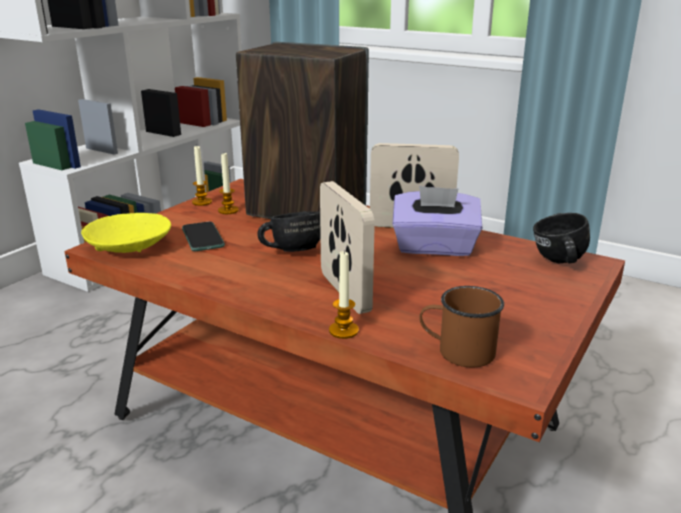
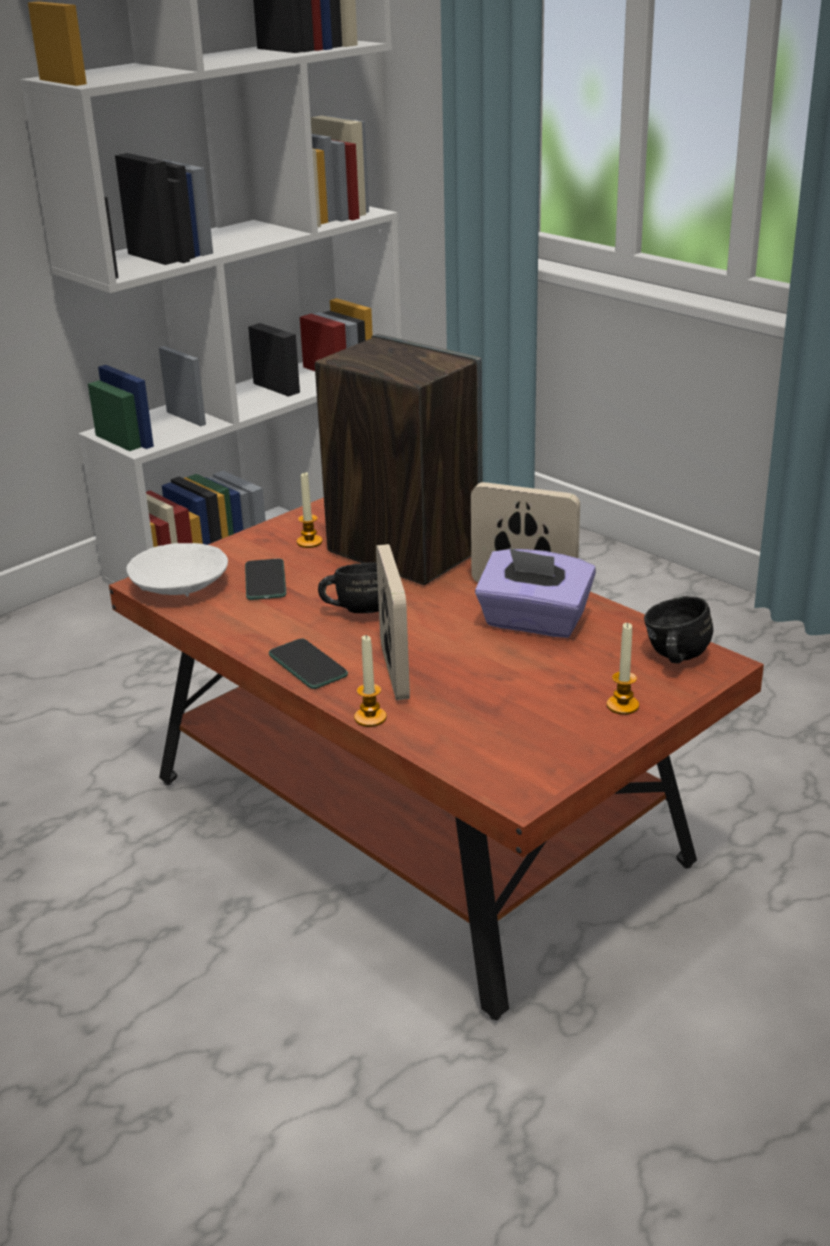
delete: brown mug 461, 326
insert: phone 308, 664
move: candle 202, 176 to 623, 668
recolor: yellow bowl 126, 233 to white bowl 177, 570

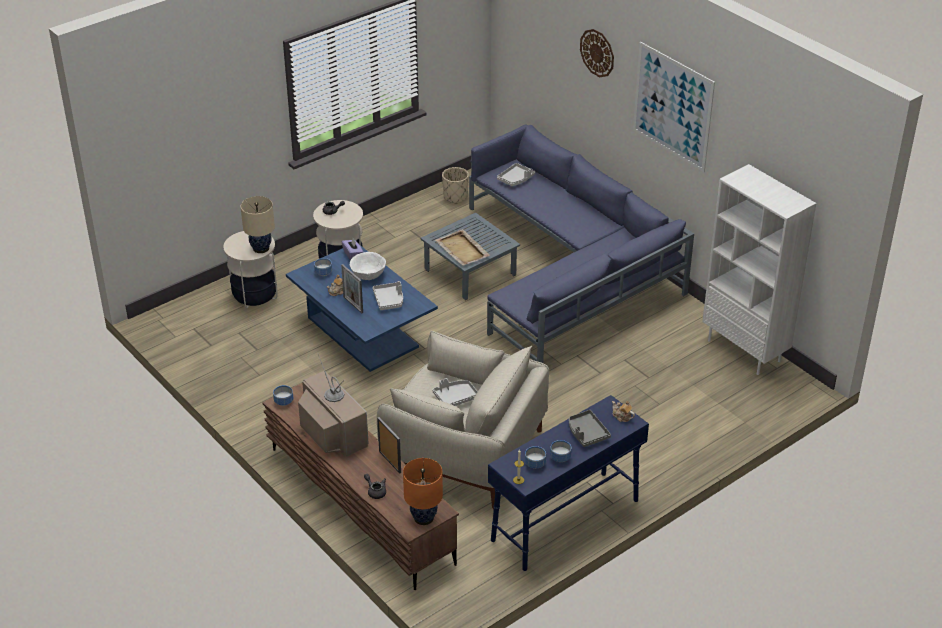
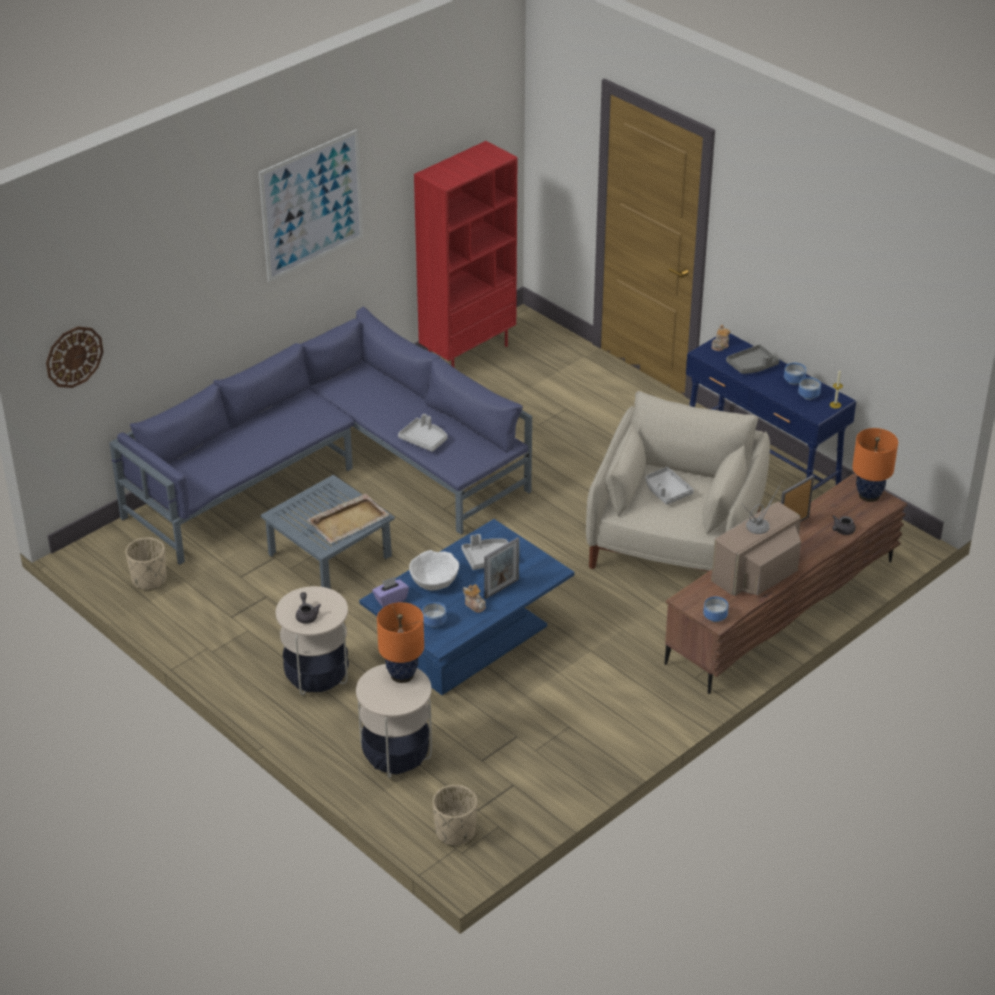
insert: beige planter 455, 815
move: wall clock 597, 53 to 75, 357; grey tray 516, 174 to 423, 433
recolor: beige table lamp 258, 224 to orange table lamp 400, 642; white bookcase 759, 269 to red bookcase 465, 254

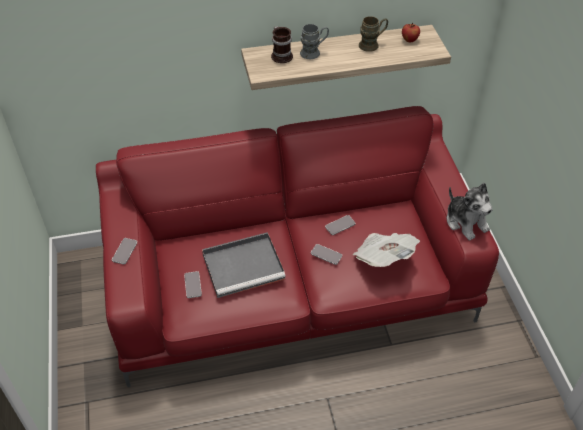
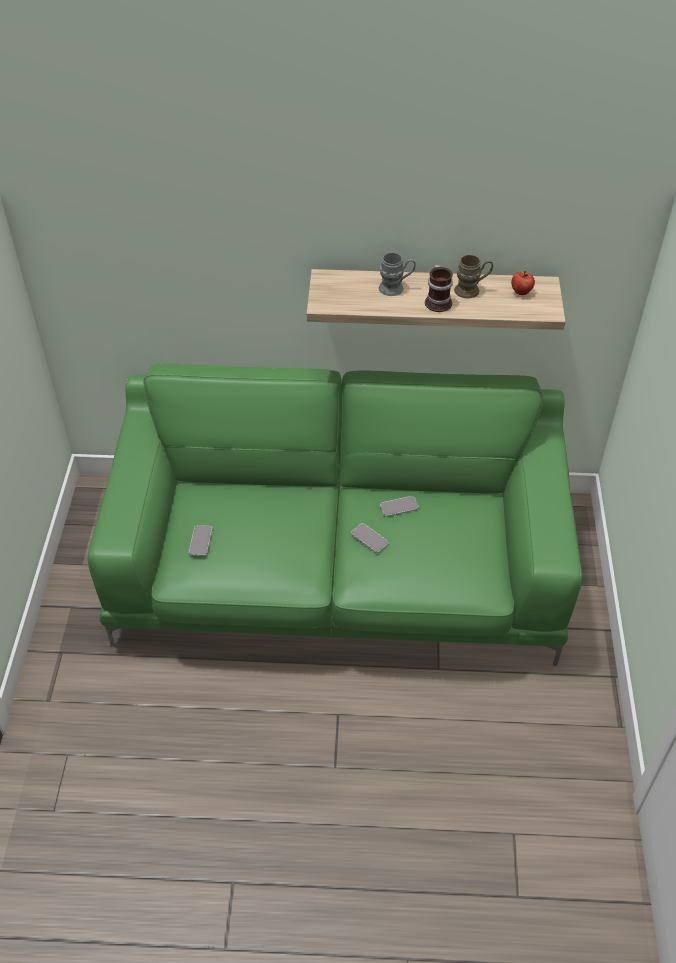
delete: phone 124, 251; grey tray 244, 265; newspaper 386, 250; plush toy 469, 212
move: mug 282, 44 to 439, 288
recolor: red sofa 297, 246 to green sofa 335, 514

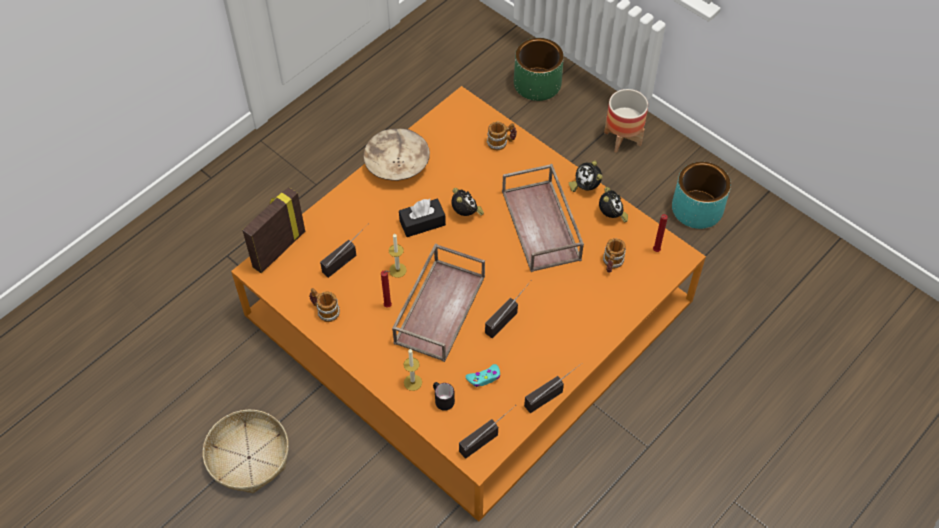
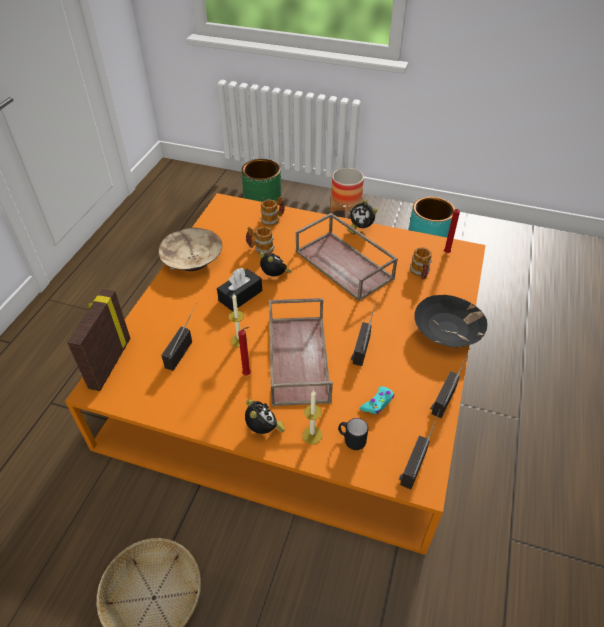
insert: black bowl 451, 321
move: alarm clock 613, 205 to 265, 416; mug 324, 305 to 260, 240

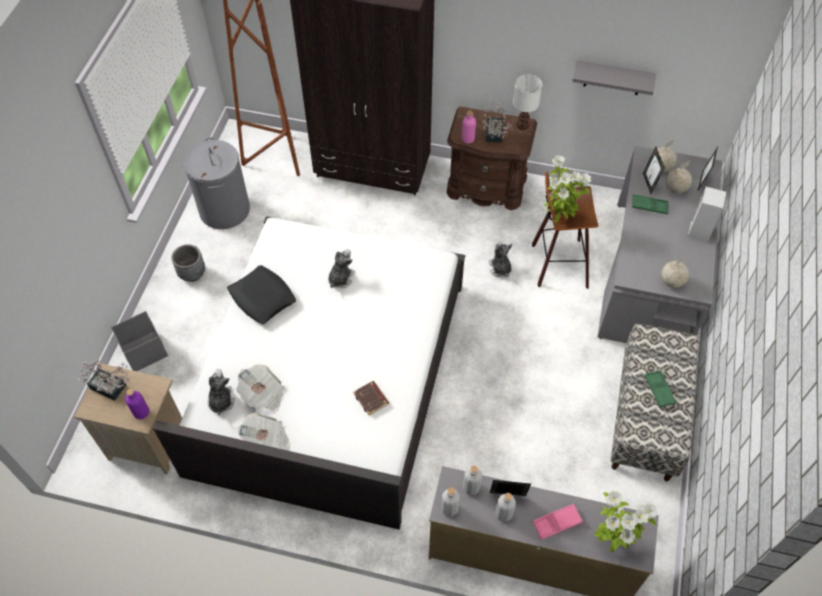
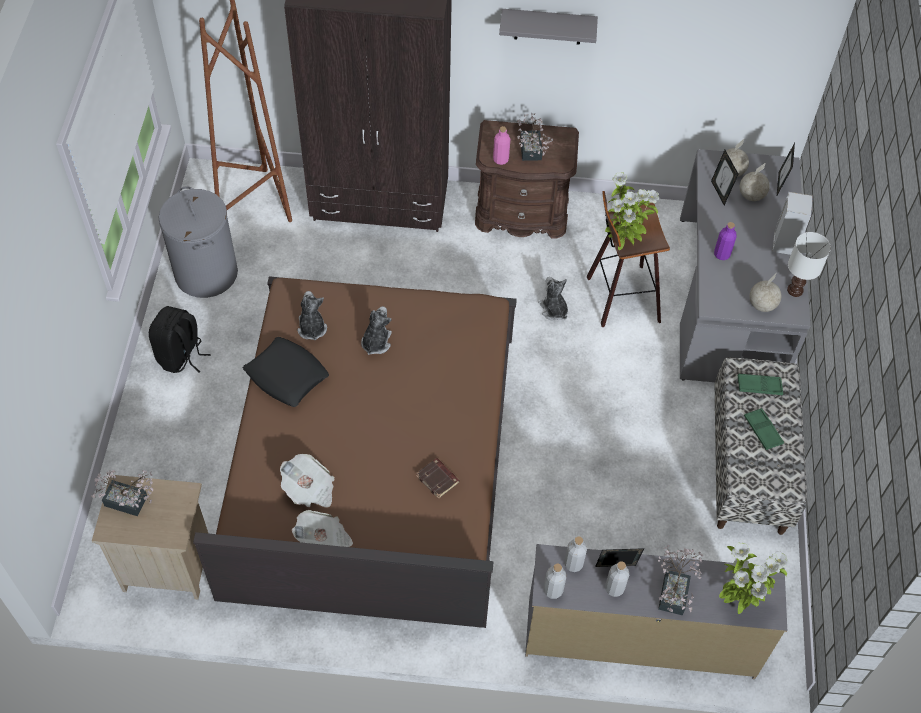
delete: grey storage box 139, 341
move: plush toy 221, 392 to 312, 316; grey shelf 614, 77 to 548, 27; purple bottle 137, 404 to 725, 241; green tray 650, 204 to 760, 384; white table lamp 527, 102 to 809, 264
replace: grey planter 188, 263 to black backpack 180, 339; pink tray 558, 522 to potted plant 680, 580
recolor: white bed 308, 373 to brown bed 355, 452

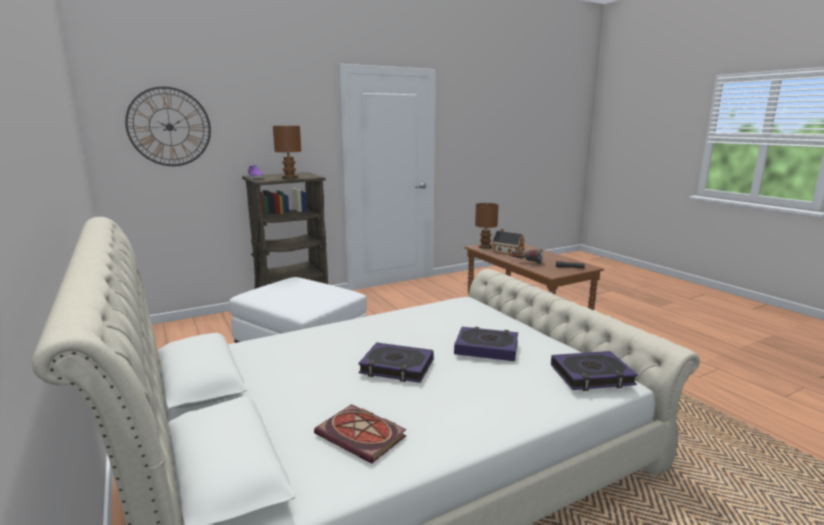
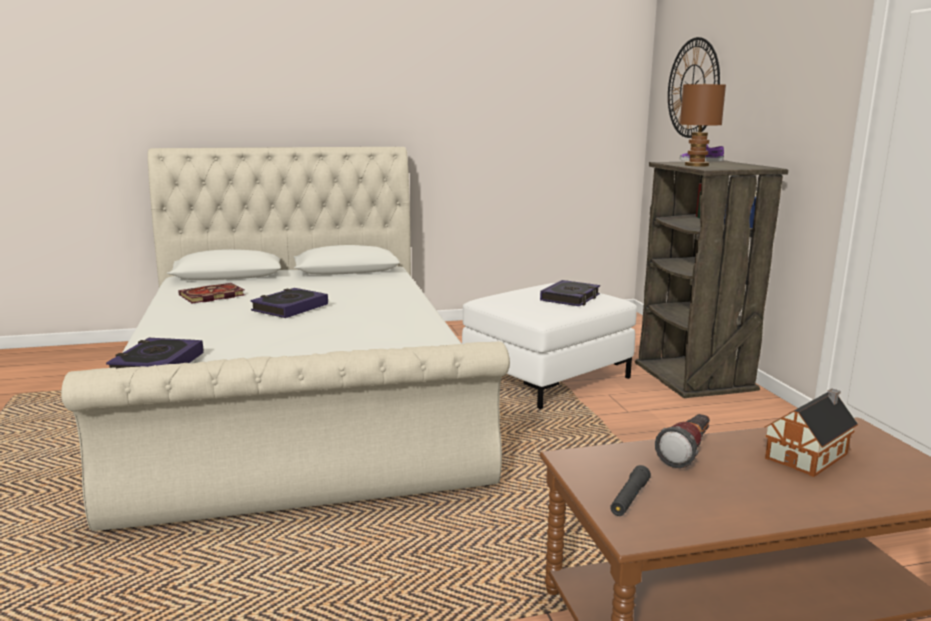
delete: brown table lamp 487, 226
move: book 486, 344 to 570, 293

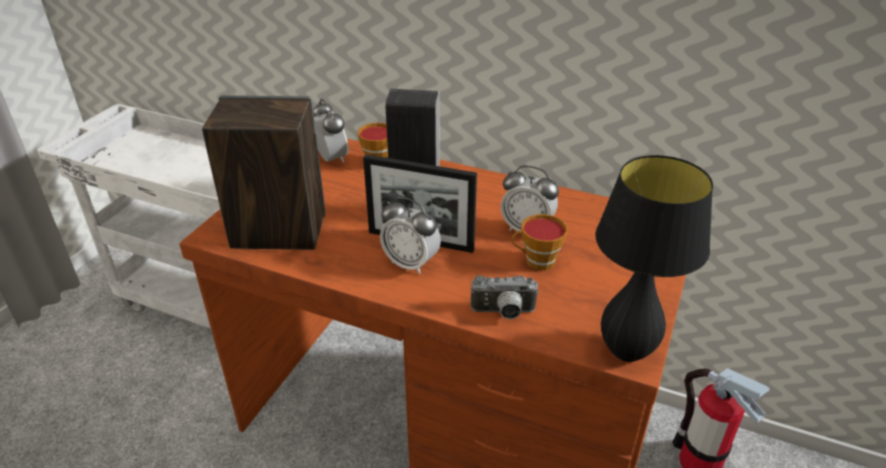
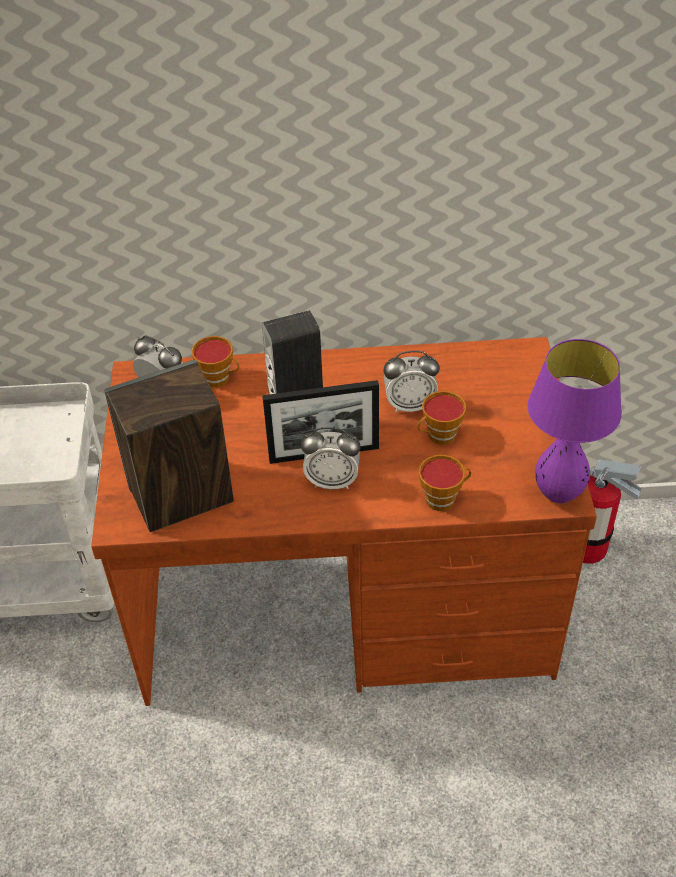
replace: photo camera 504, 297 to cup 445, 483
recolor: black table lamp 654, 258 to purple table lamp 574, 421

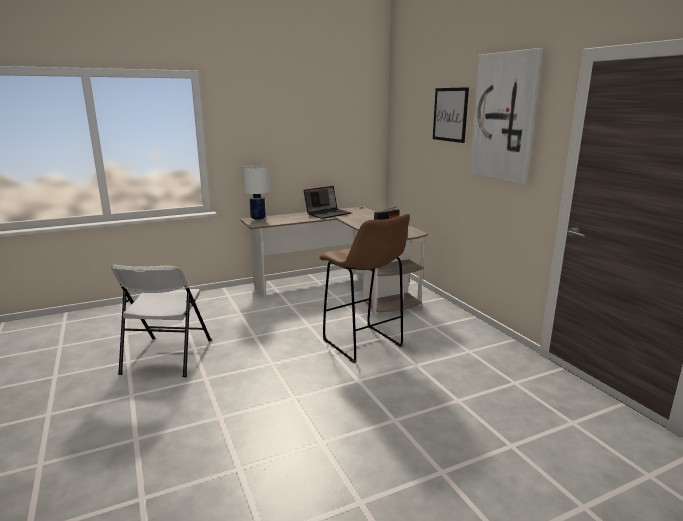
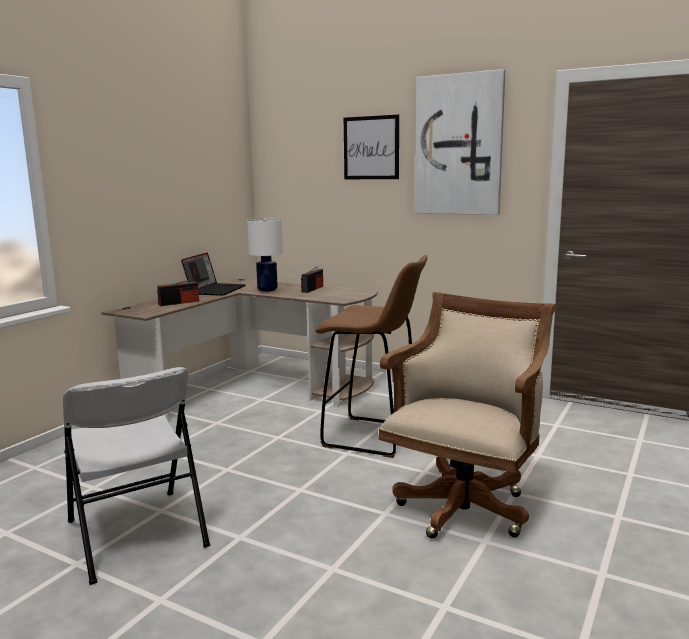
insert: radio 178, 292; office chair 468, 415
move: white table lamp 255, 192 to 265, 255

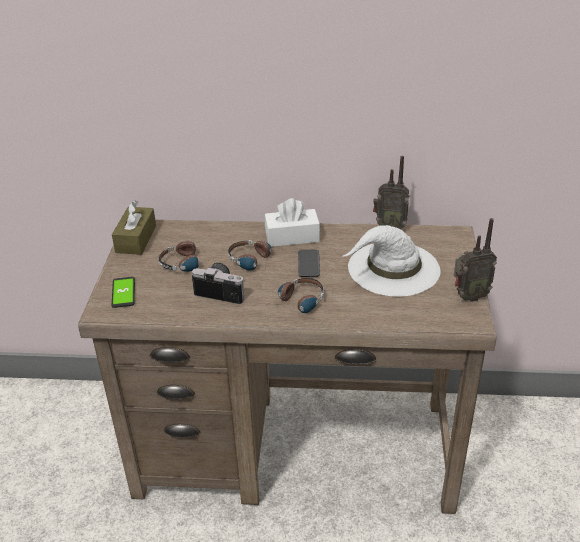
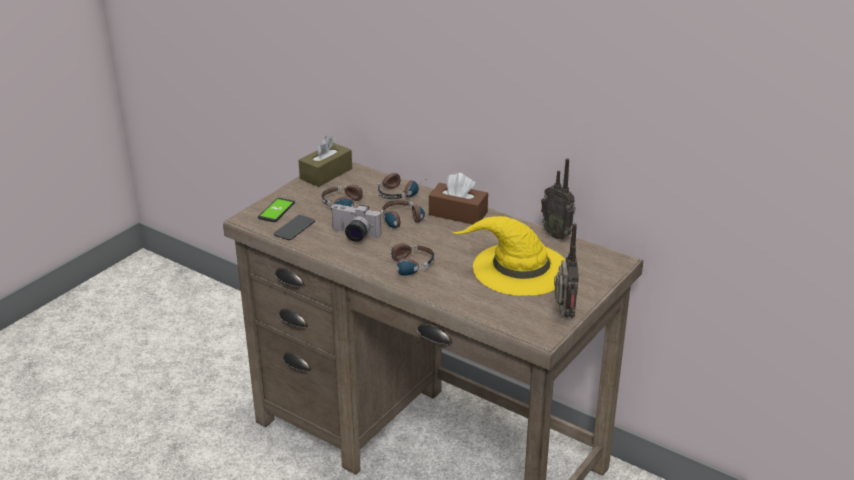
insert: headphones 401, 186
move: phone 309, 263 to 294, 227
recolor: white tissue box 292, 222 to brown tissue box 458, 198; white hat 392, 261 to yellow hat 509, 256
rotate: photo camera 218, 283 = 355, 223 150 degrees clockwise; radio 475, 260 = 566, 270 105 degrees counterclockwise

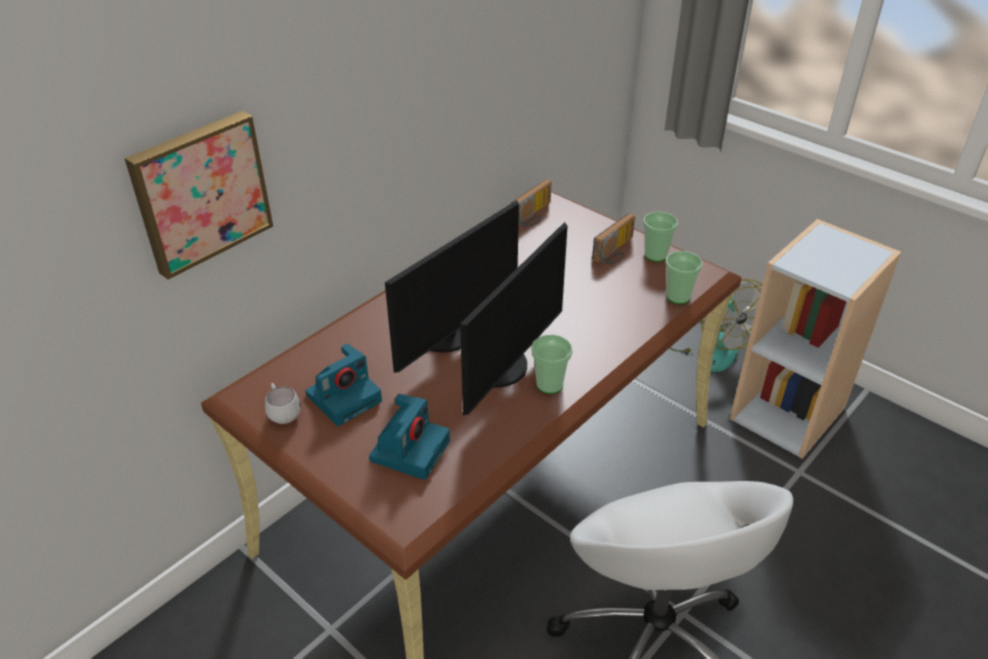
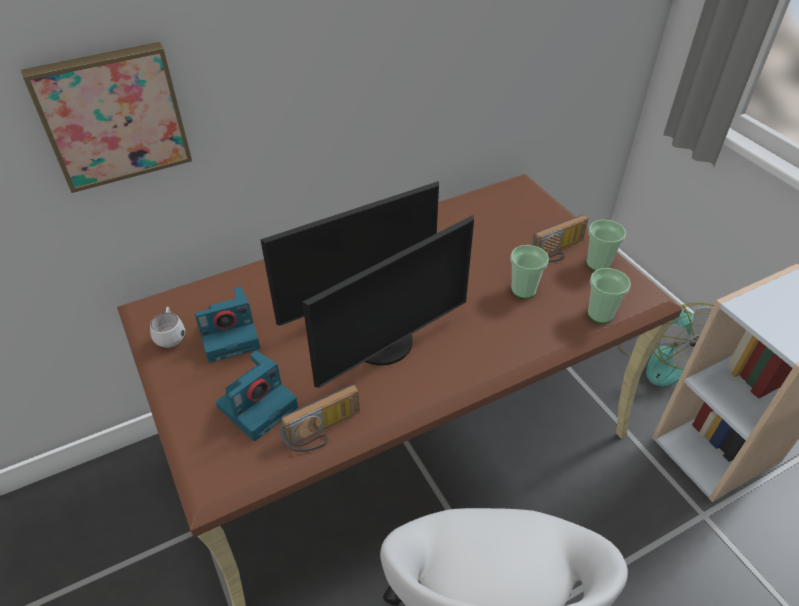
move: radio 531, 203 to 320, 418; cup 552, 364 to 529, 272

